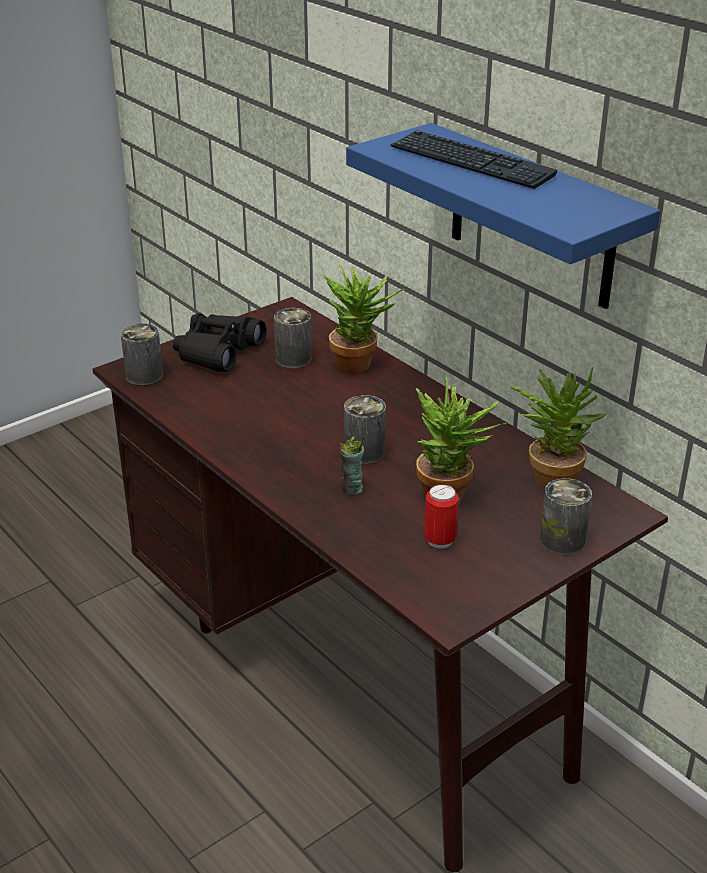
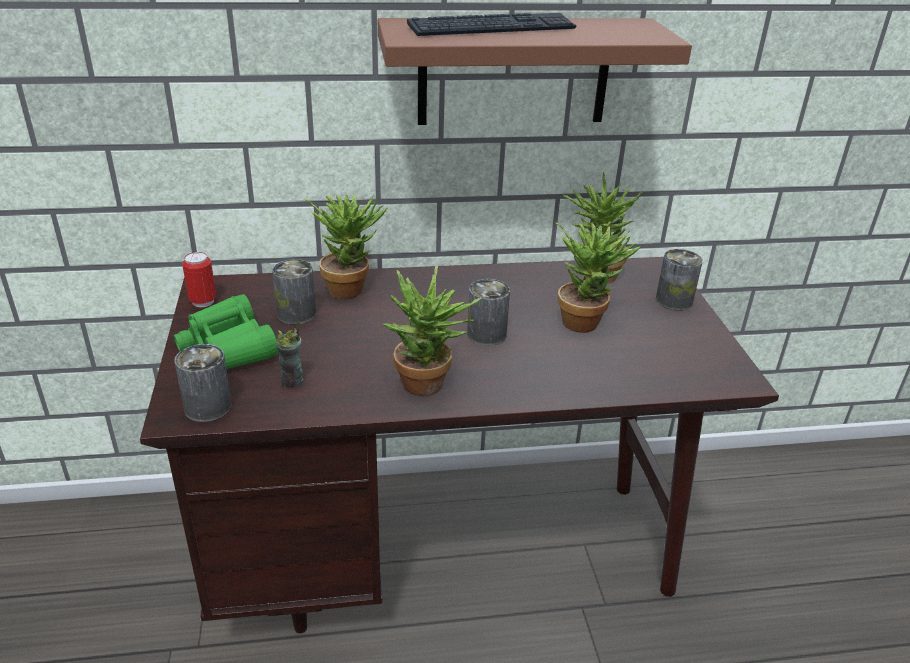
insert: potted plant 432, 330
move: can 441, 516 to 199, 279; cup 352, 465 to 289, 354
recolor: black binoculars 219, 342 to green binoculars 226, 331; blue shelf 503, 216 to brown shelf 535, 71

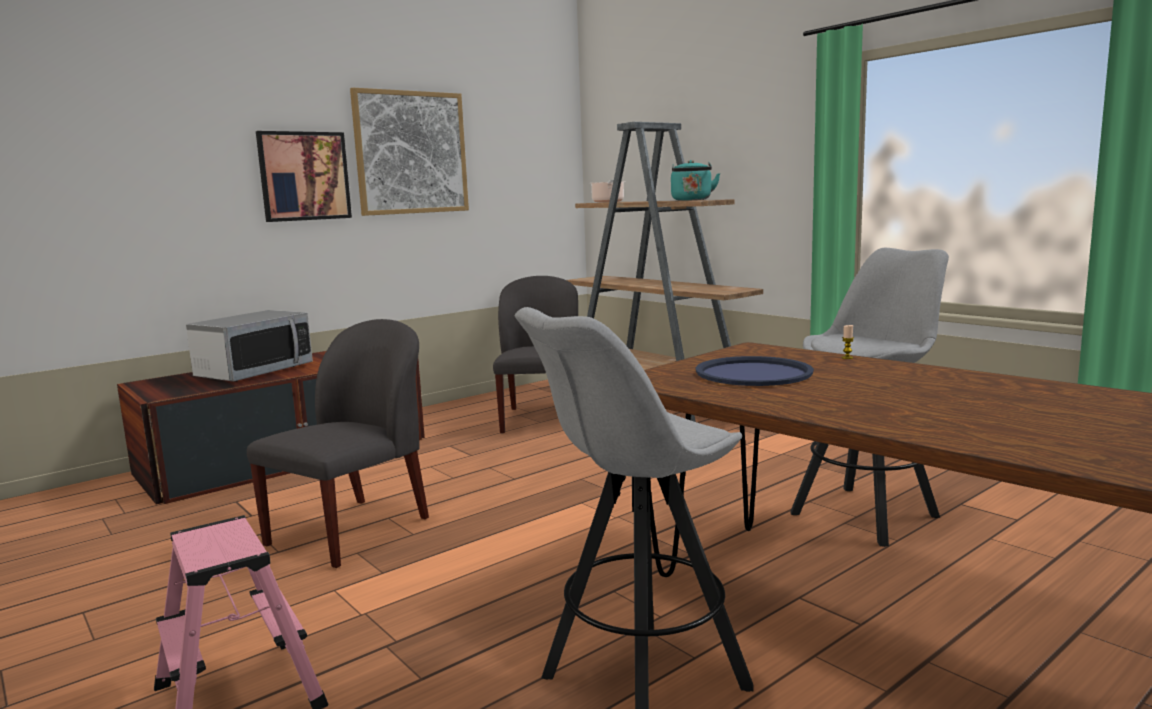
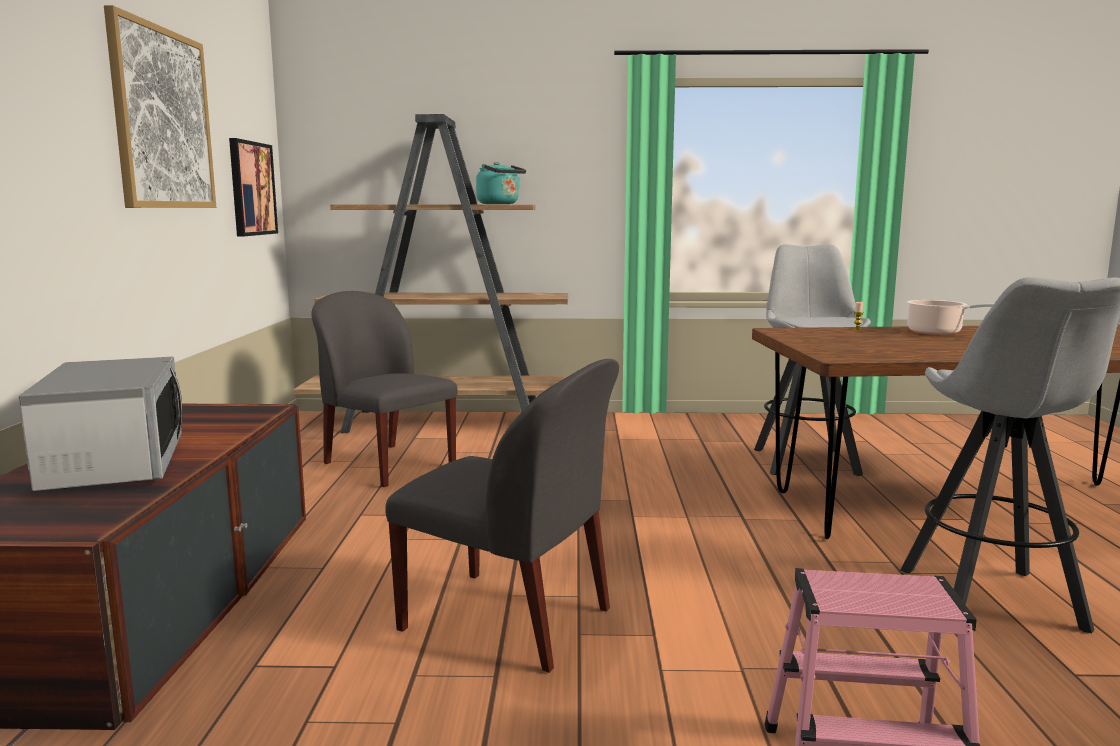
delete: blue tray 755, 371
move: picture 304, 176 to 253, 187; cooking pot 607, 191 to 950, 317
rotate: grey chair 338, 443 = 502, 516 135 degrees clockwise

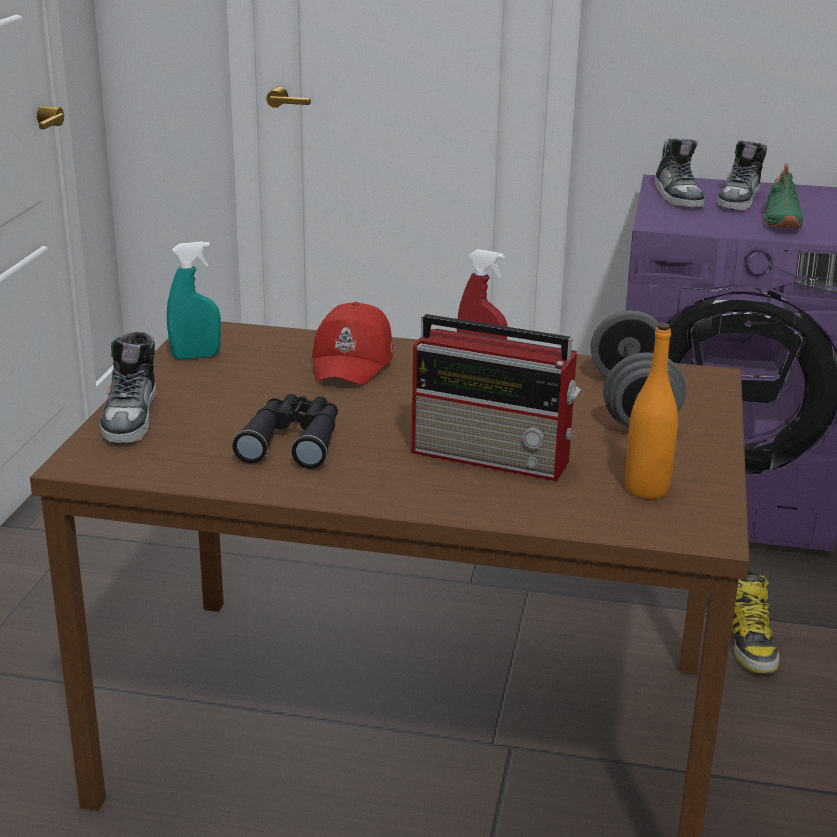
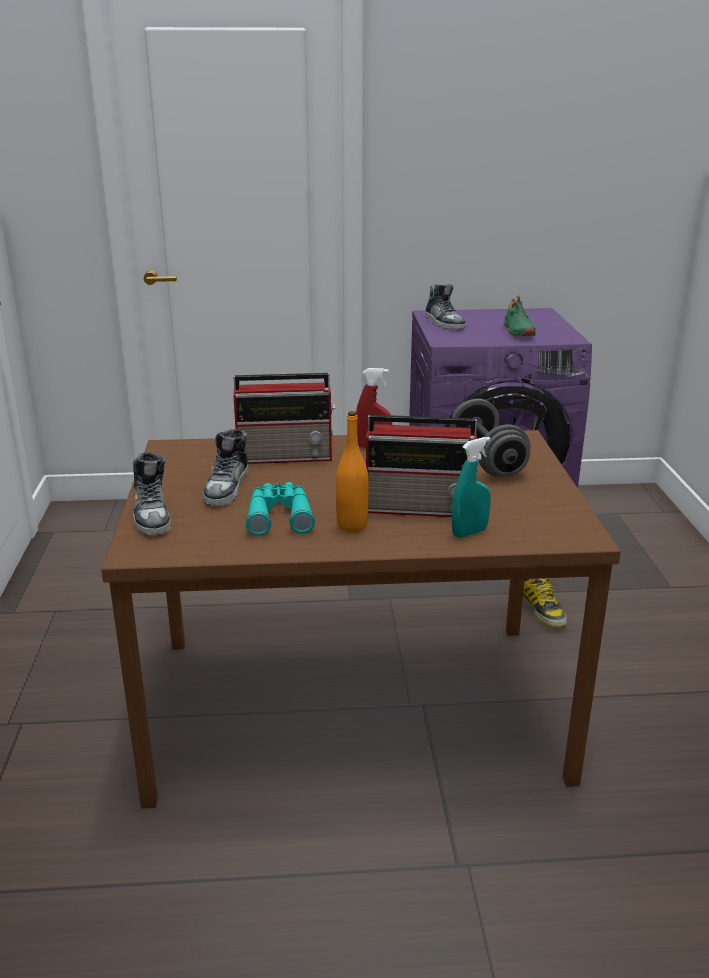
move: shoe 742, 175 to 225, 467; orange bottle 651, 411 to 352, 472; turquoise spray bottle 194, 300 to 471, 487
replace: red cap 352, 343 to radio 284, 418
recolor: black binoculars 285, 431 to turquoise binoculars 280, 509

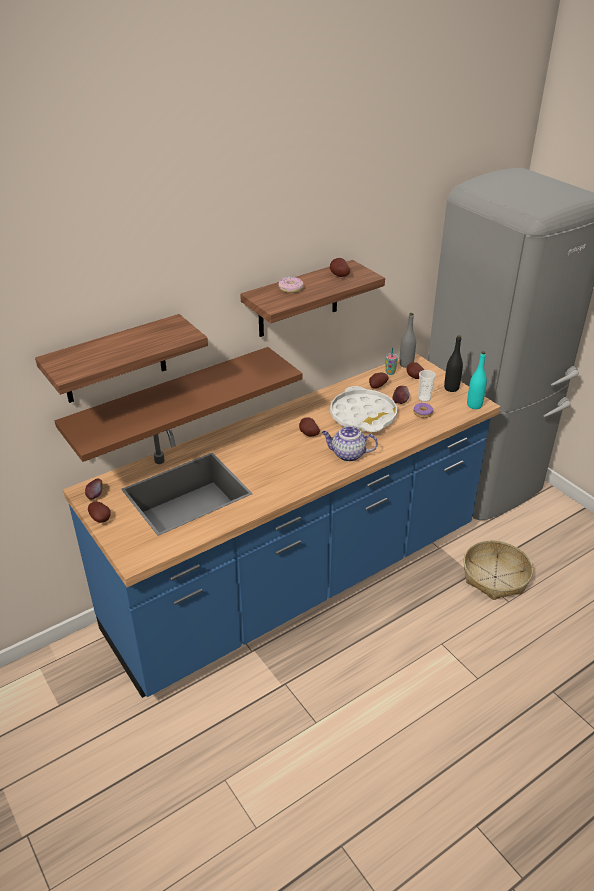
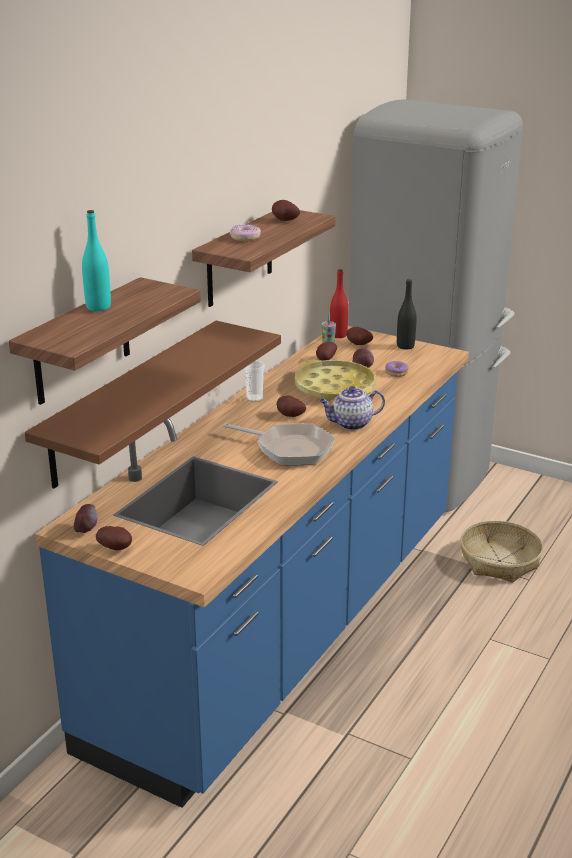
insert: frying pan 279, 444
move: turquoise bottle 477, 380 to 96, 260; cup 427, 386 to 254, 381
recolor: white tray 363, 409 to yellow tray 335, 380; grey bottle 407, 340 to red bottle 339, 303

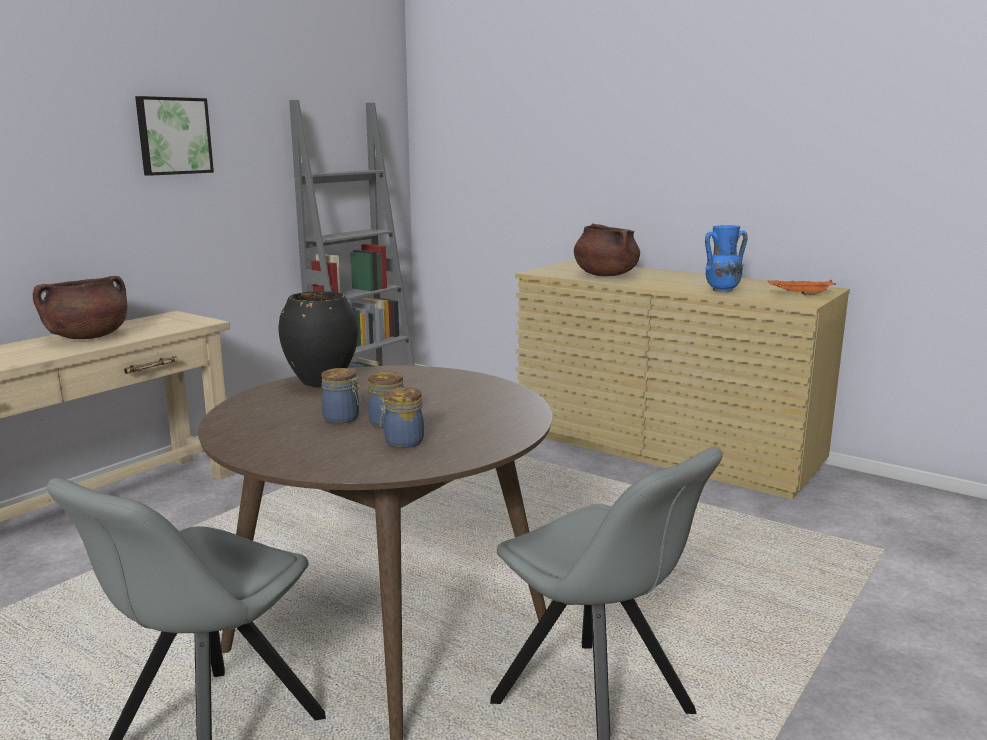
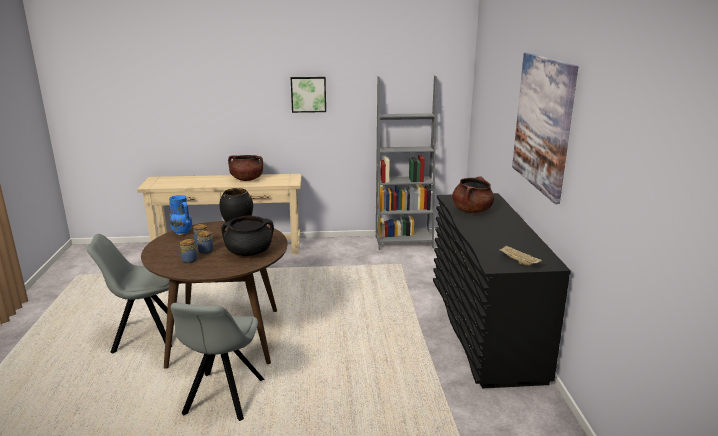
insert: black cooking pot 247, 235; picture 545, 128
move: blue vase 726, 258 to 180, 215
recolor: beige dresser 682, 380 to black dresser 502, 291; orange tray 802, 287 to beige tray 520, 255

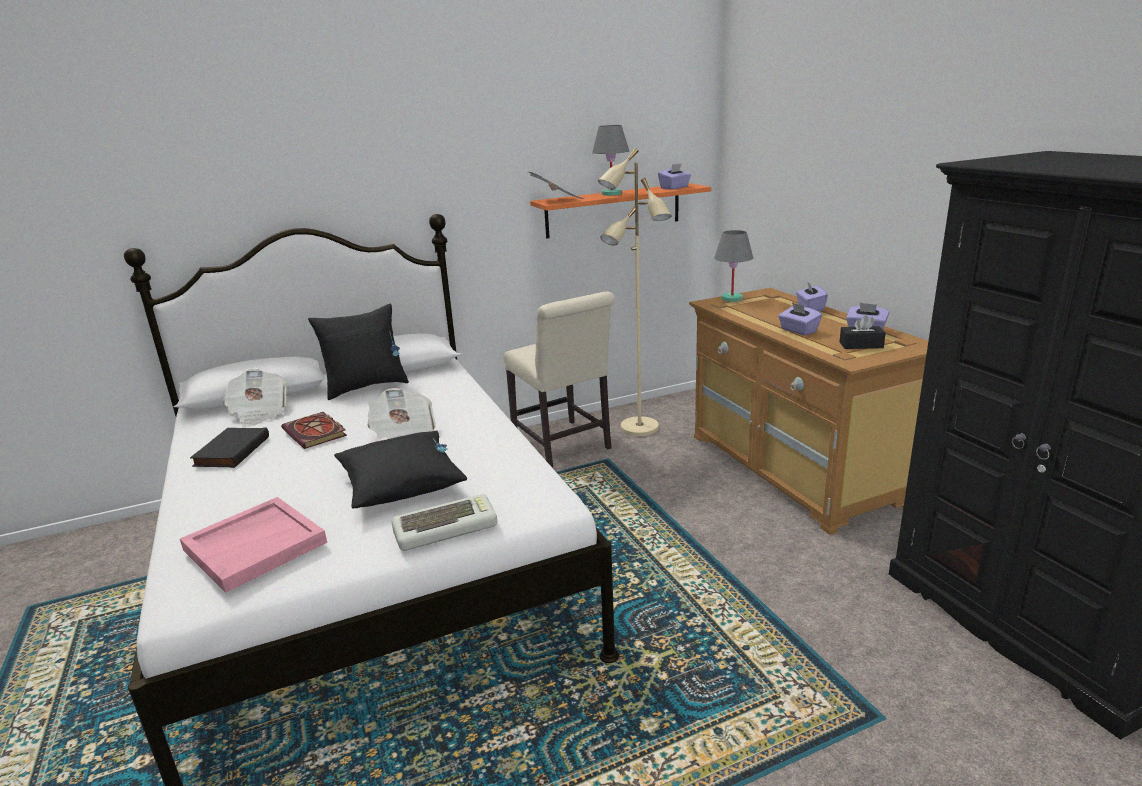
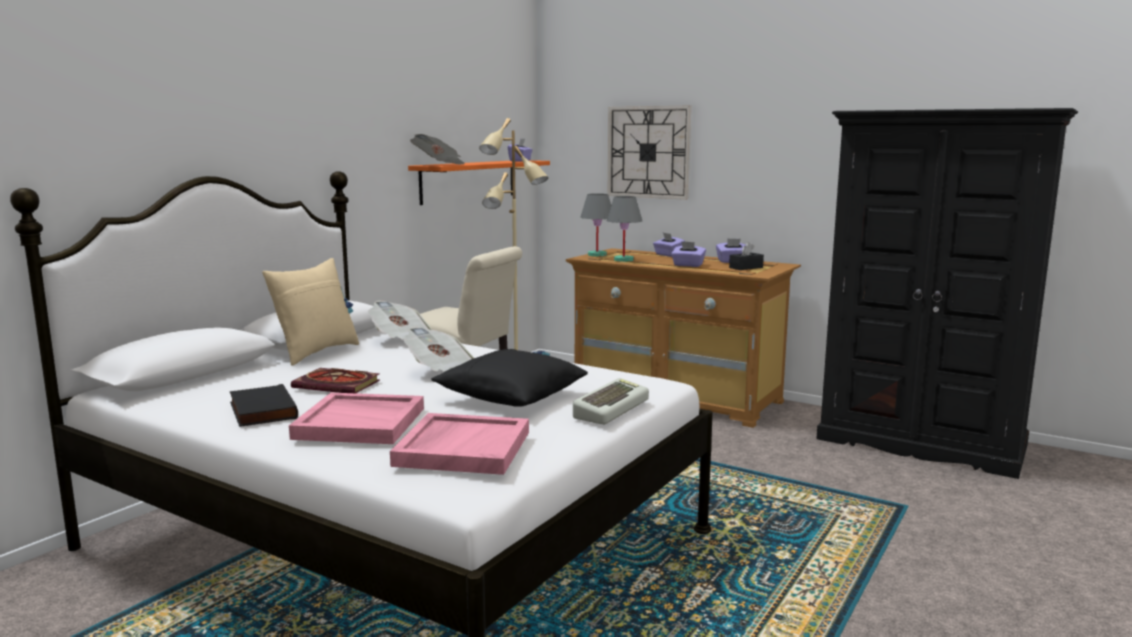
insert: pink tray 356, 418; wall clock 649, 152
move: newspaper 255, 398 to 399, 320; grey table lamp 610, 160 to 624, 229
recolor: black pillow 358, 352 to beige pillow 310, 311

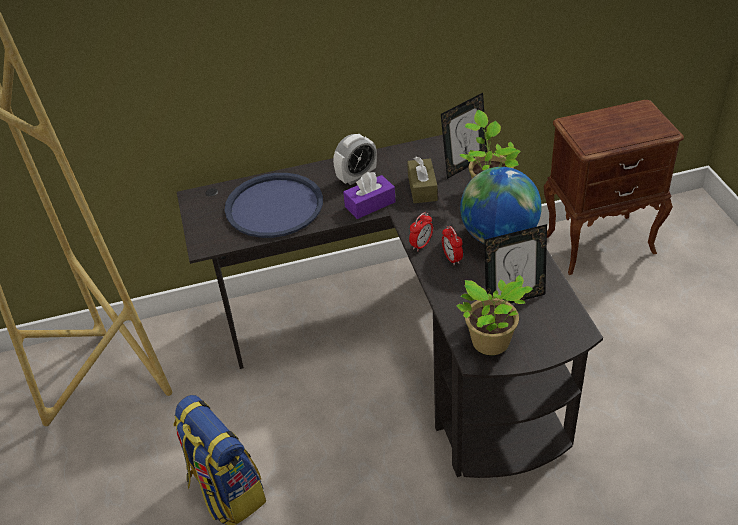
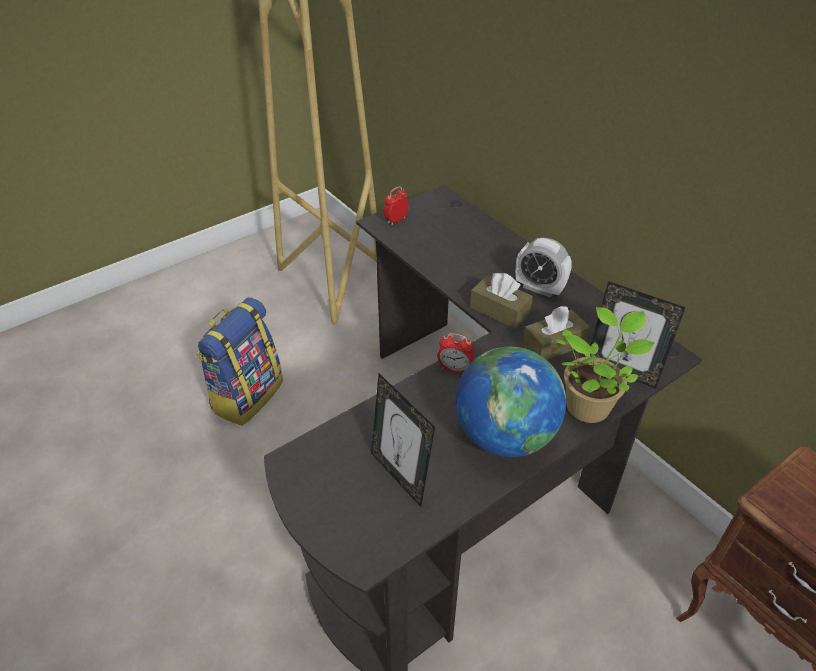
delete: blue tray 274, 205; potted plant 494, 315
move: alarm clock 452, 245 to 396, 205
recolor: purple tissue box 369, 195 to brown tissue box 501, 301

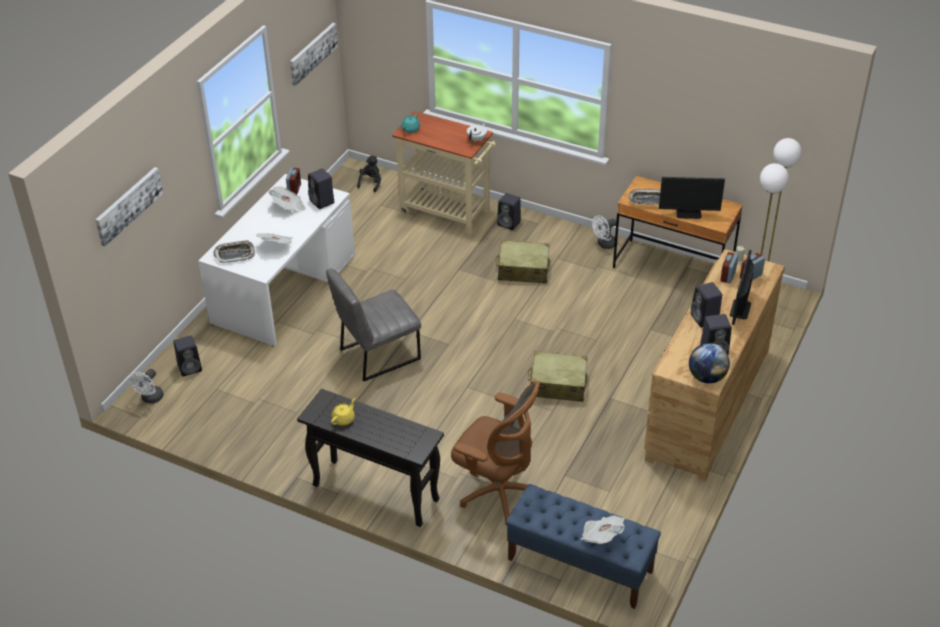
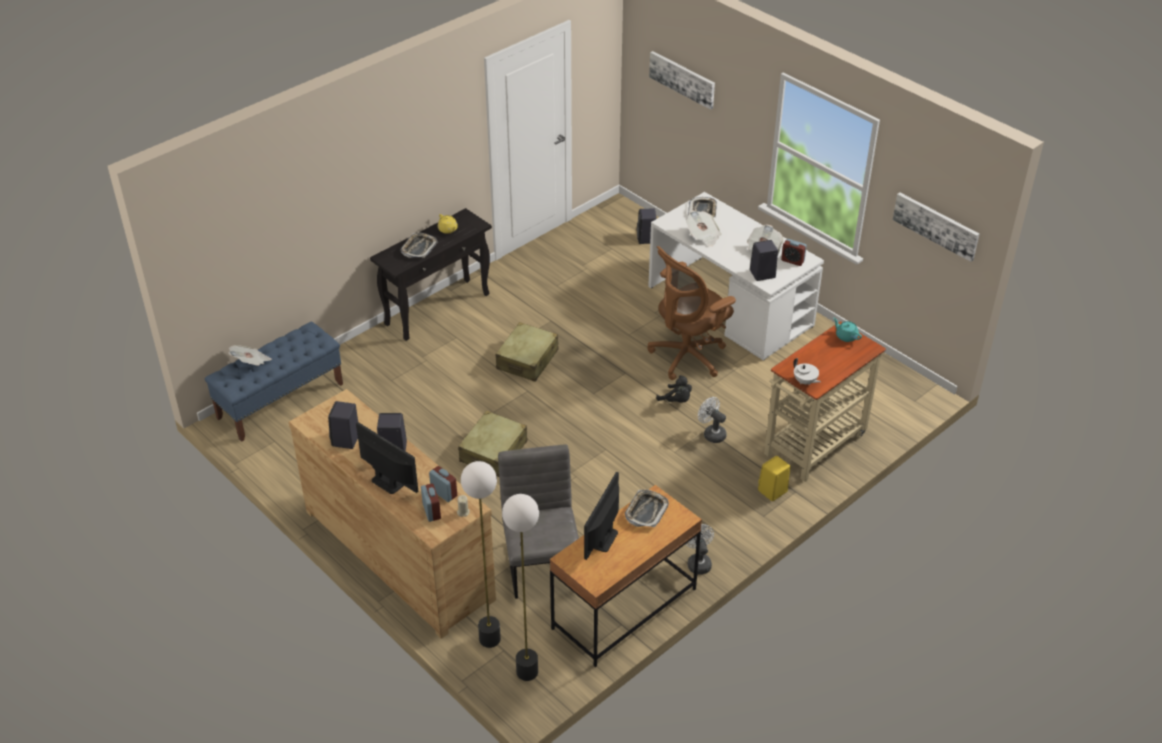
delete: globe 709, 363
insert: tray 419, 245
move: beige suitcase 523, 262 to 527, 352; grey chair 373, 325 to 538, 521; brown office chair 495, 452 to 692, 313; black plush toy 369, 173 to 674, 388; white fan 146, 386 to 712, 420
recolor: black speaker 509, 211 to yellow speaker 774, 478

